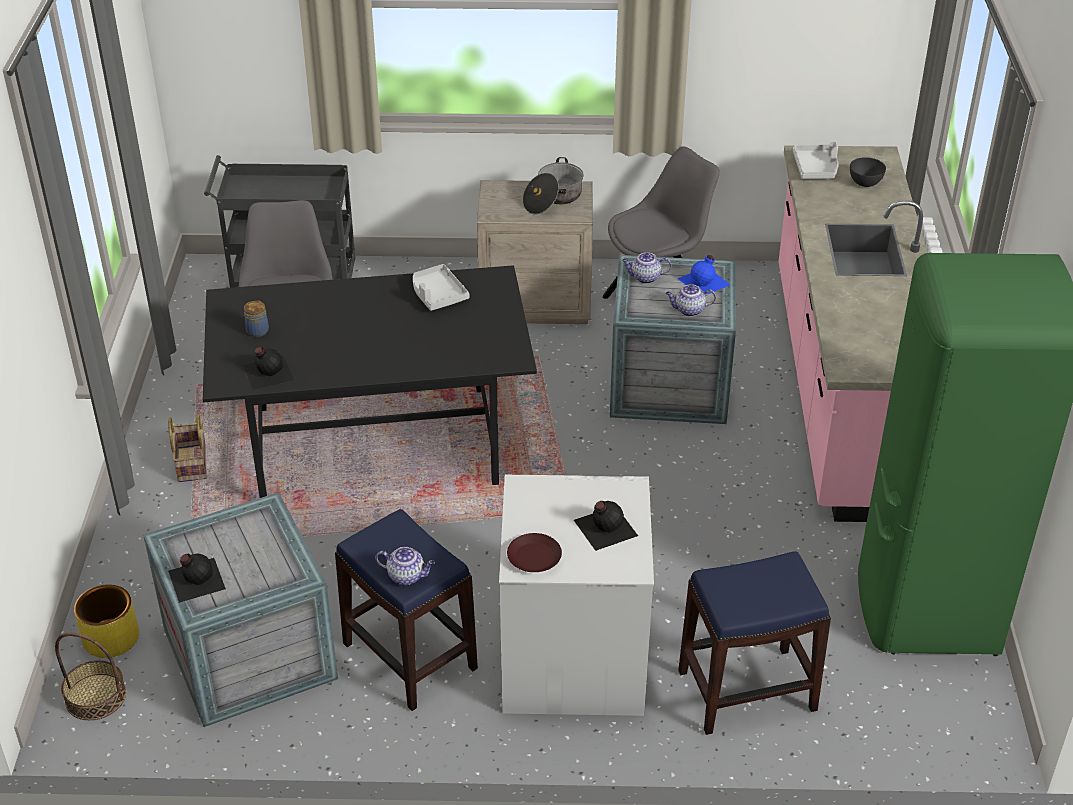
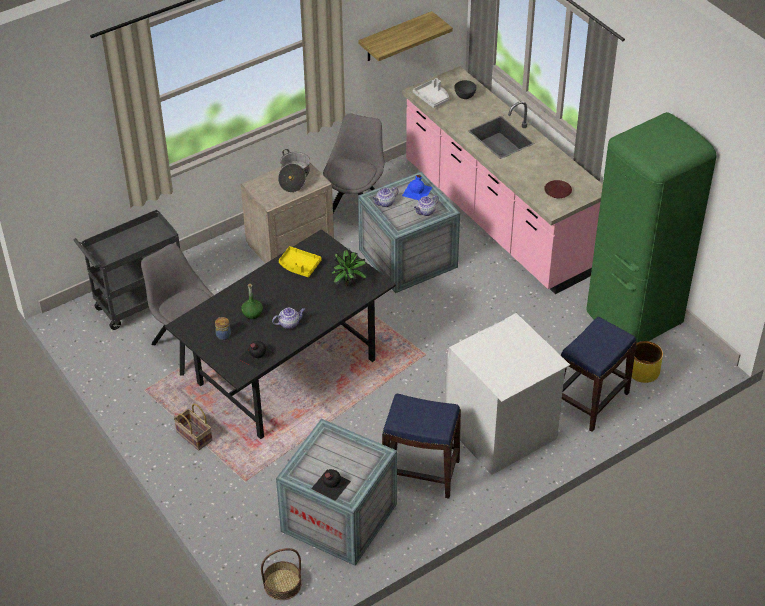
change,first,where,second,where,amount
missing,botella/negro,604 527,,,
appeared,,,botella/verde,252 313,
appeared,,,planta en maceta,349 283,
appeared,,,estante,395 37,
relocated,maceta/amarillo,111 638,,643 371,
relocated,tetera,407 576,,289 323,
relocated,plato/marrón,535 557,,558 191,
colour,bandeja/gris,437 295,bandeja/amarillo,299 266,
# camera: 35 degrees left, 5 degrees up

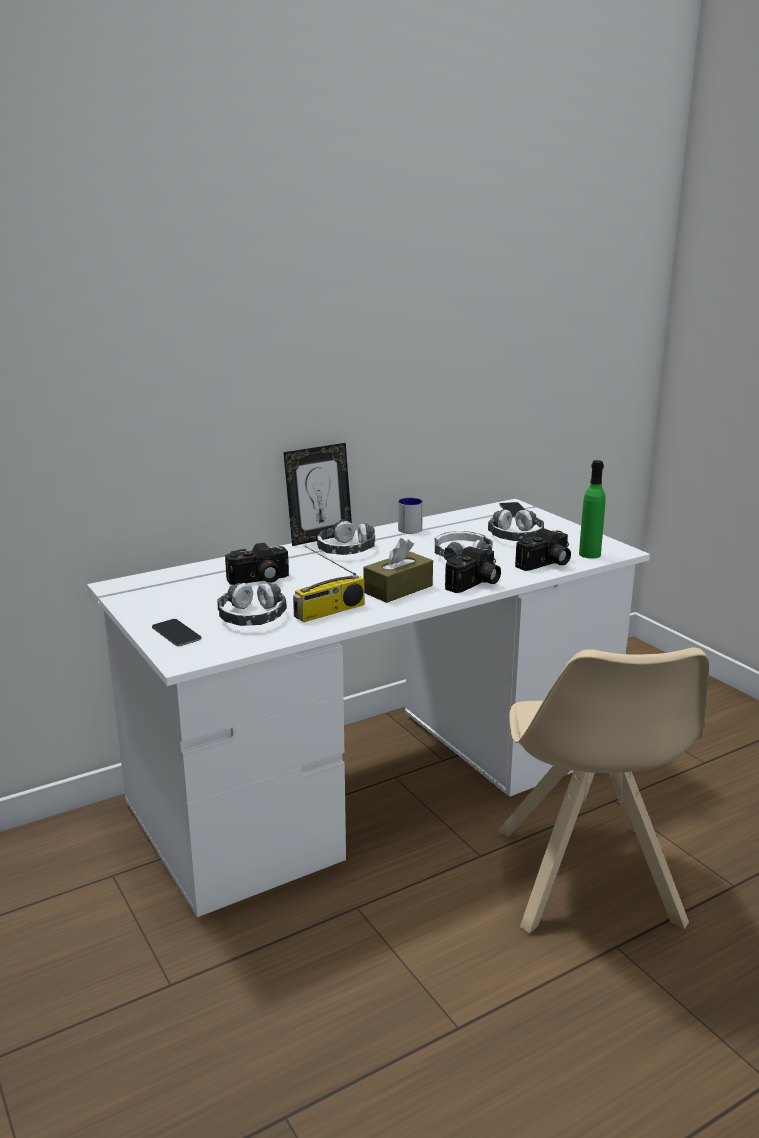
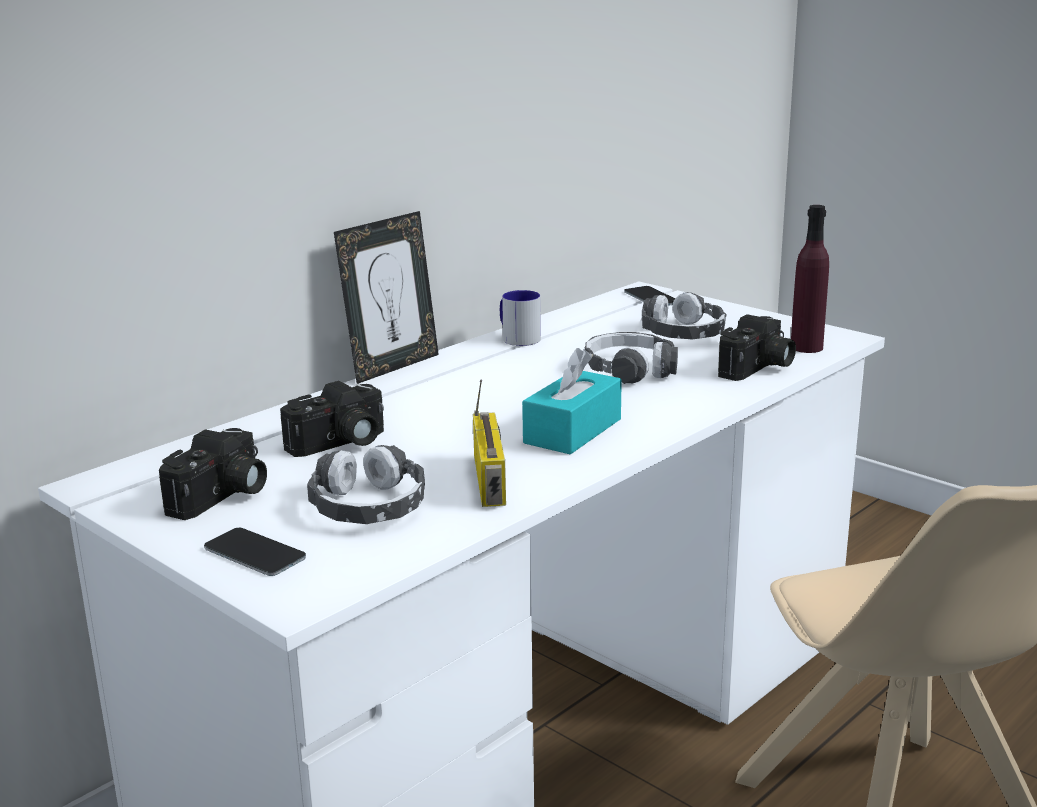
change,first,where,second,where,amount
missing,auriculares,346 549,,,
relocated,cámara,475 584,,222 497,
colour,caja de pañuelos/marrón,398 589,caja de pañuelos/turquesa,572 431,
colour,botella/verde,589 554,botella/morado,806 347,
spun,radio,329 612,,491 481,45 degrees counterclockwise
# camera: 15 degrees left, 0 degrees up

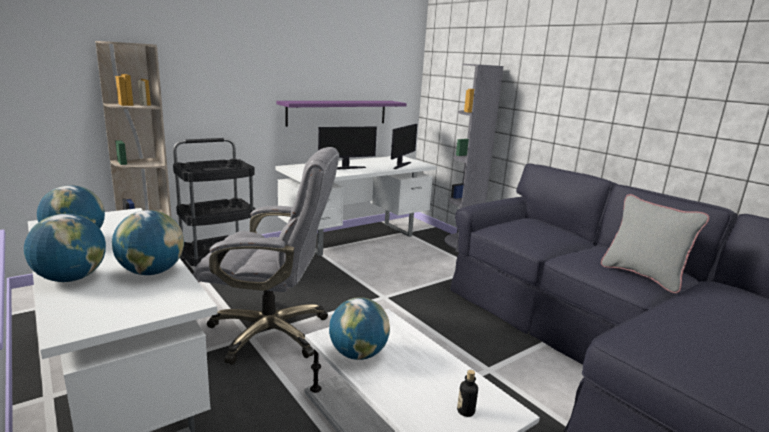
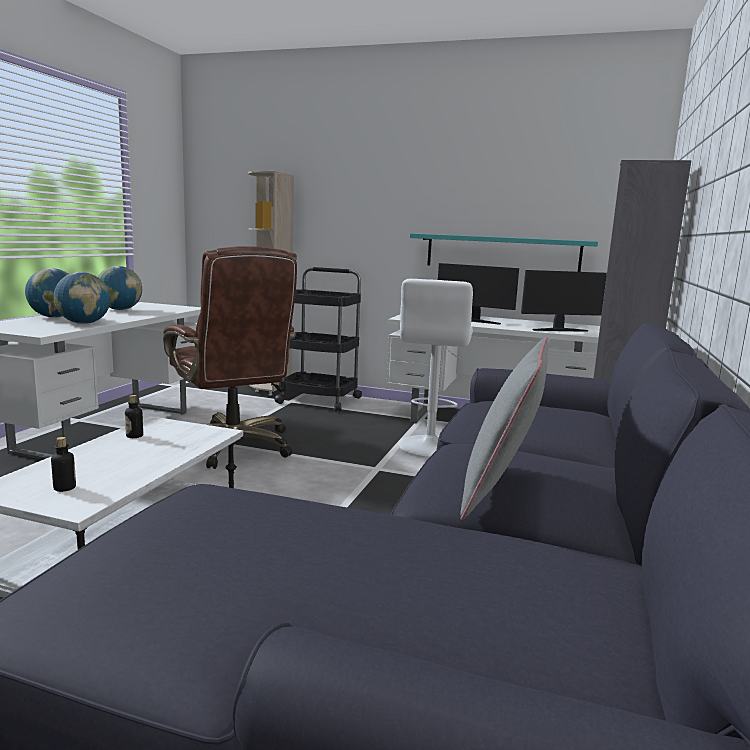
change,first,where,second,where,amount
appeared,,,taburete/blanco,429 446,
exchanged,globo terráqueo,358 354,botella,134 436,
colour,silla de oficina/gris,269 331,silla de oficina/marrón,233 445,
colour,estante/morado,338 112,estante/turquesa,502 253,
# camera: 55 degrees right, 5 degrees down

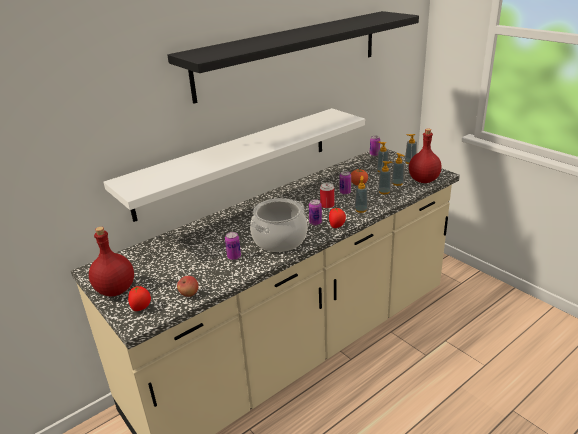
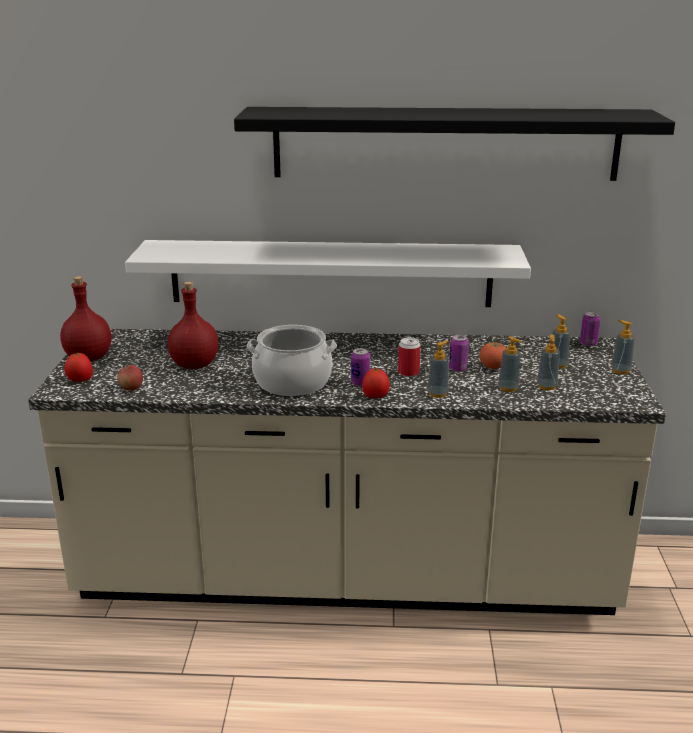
change,first,where,second,where,amount
missing,lata,234 257,,,
relocated,botella/rojo,423 180,,195 364,
# camera: 40 degrees right, 5 degrees down

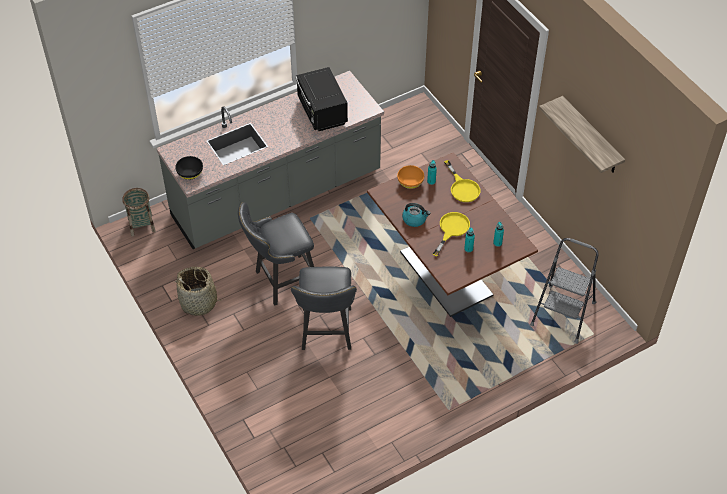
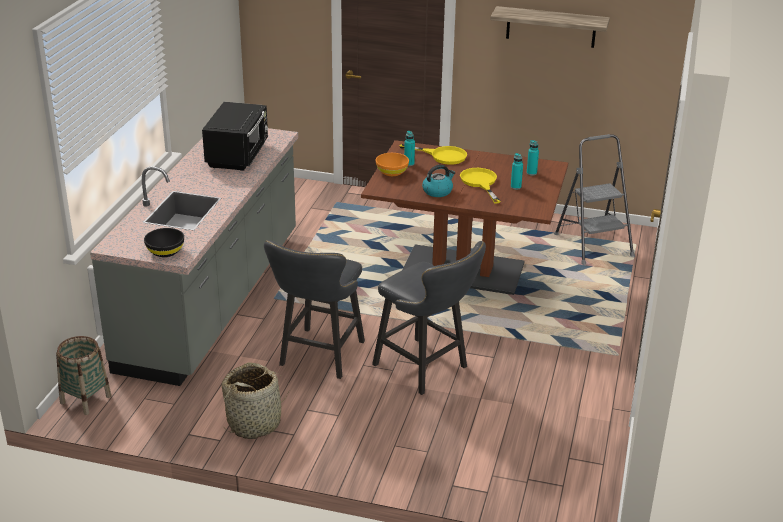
change,first,where,second,where,amount
spun,microondas/negro,322 112,,238 155,105 degrees counterclockwise
# camera: 45 degrees left, 20 degrees down

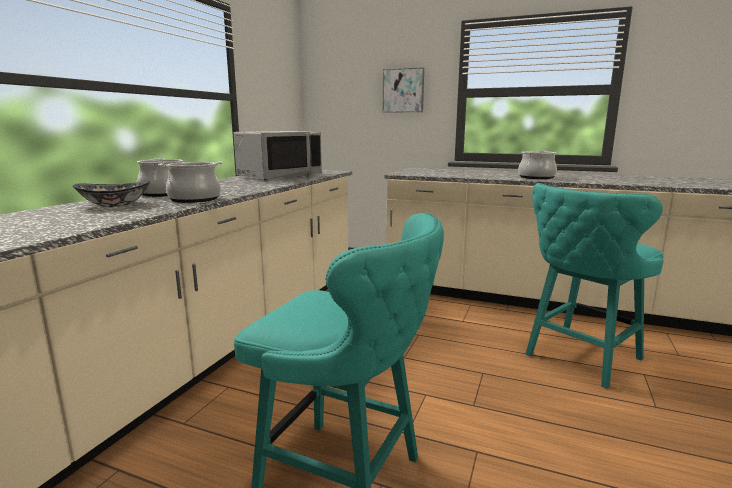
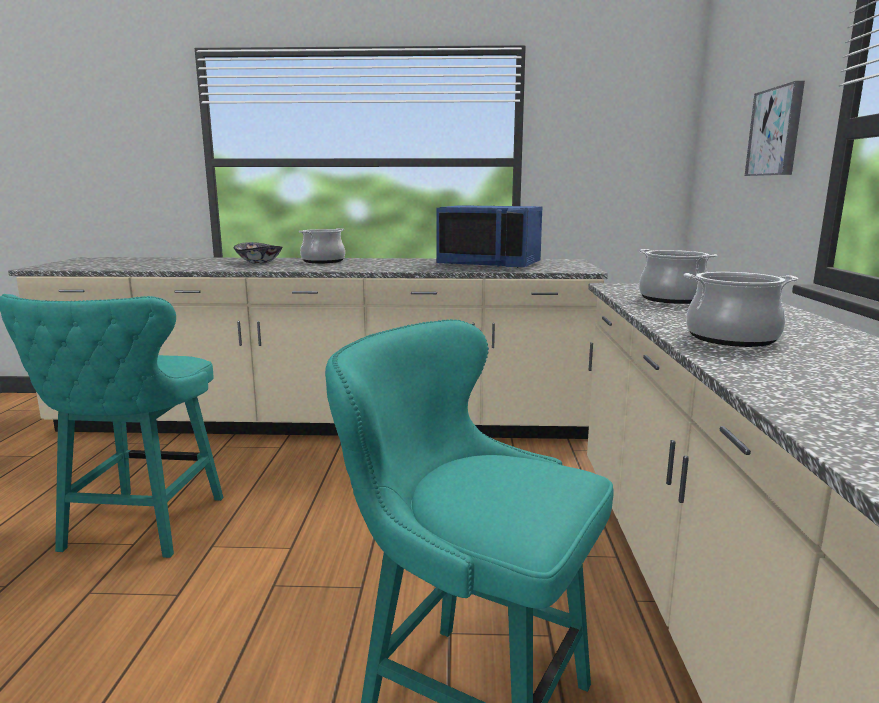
change,first,where,second,where,amount
relocated,olla,194 199,,672 299,
colour,microondas/gris,279 176,microondas/azul,490 264,
# camera: 70 degrees right, 0 degrees up

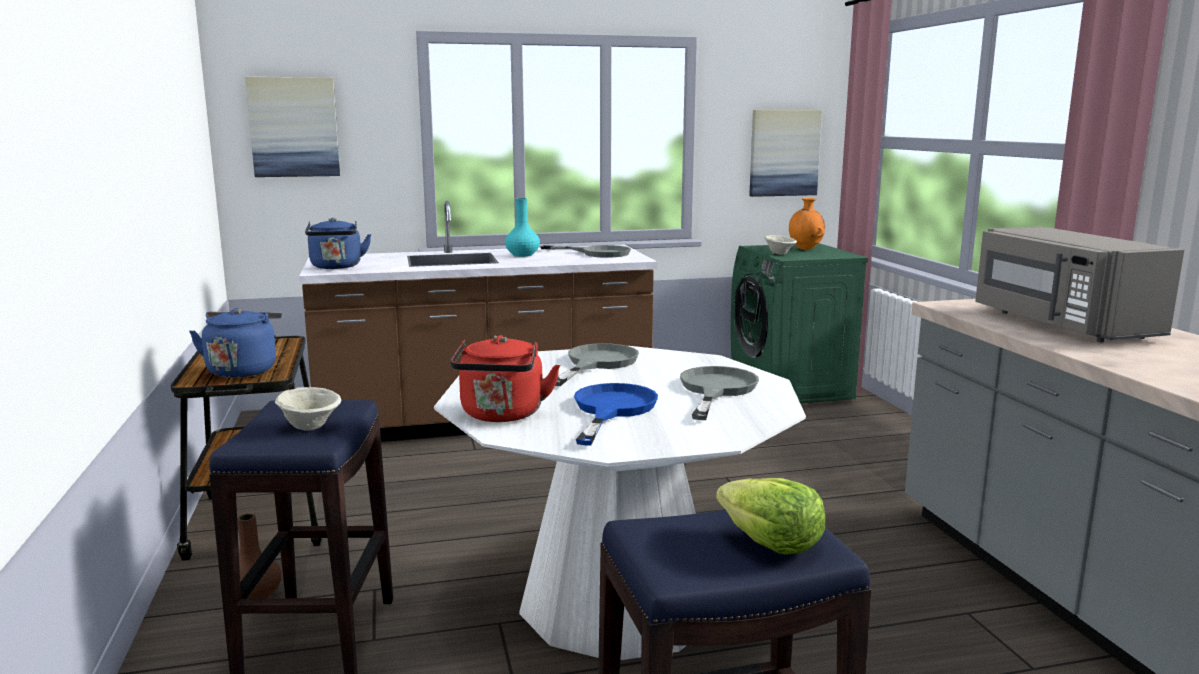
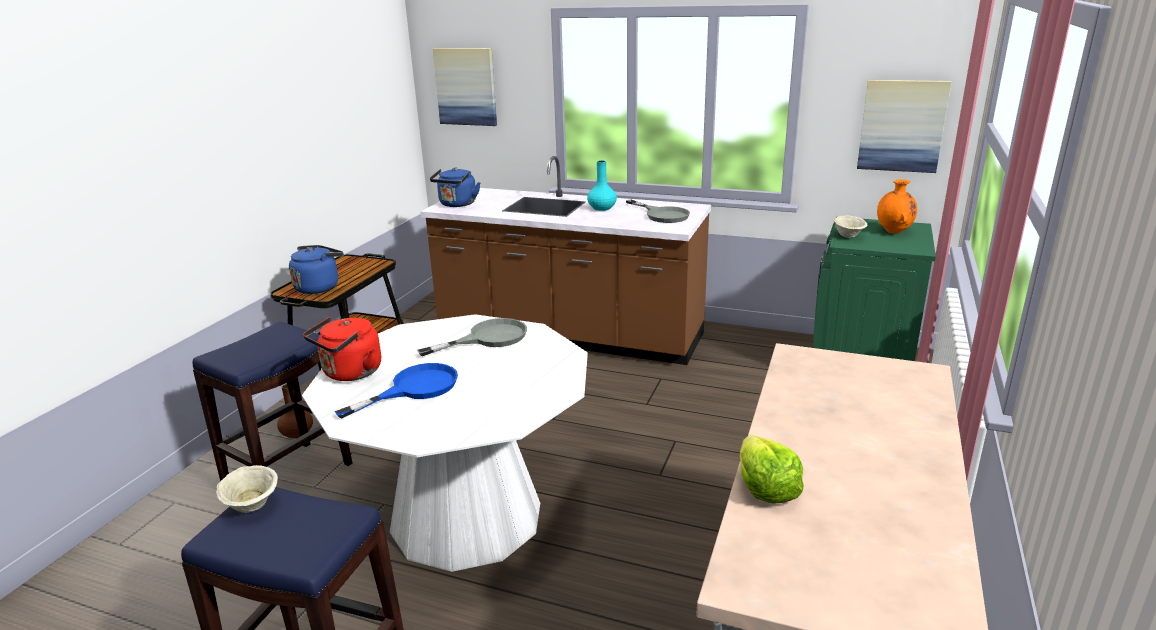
change,first,where,second,where,amount
missing,sartén/gris,716 390,,,
missing,microondas/gris,1060 324,,,
relocated,cuenco/beis,310 426,,253 505,
relocated,lechuga,770 543,,765 488,
# camera: 35 degrees right, 10 degrees up

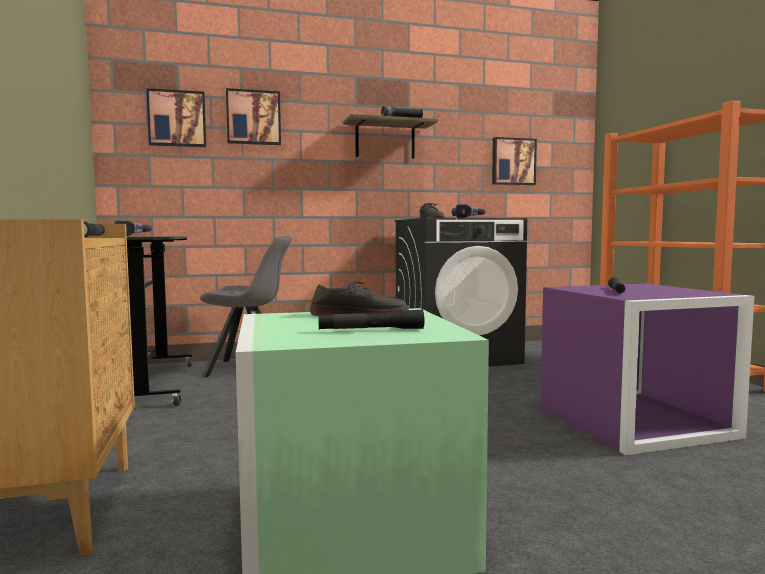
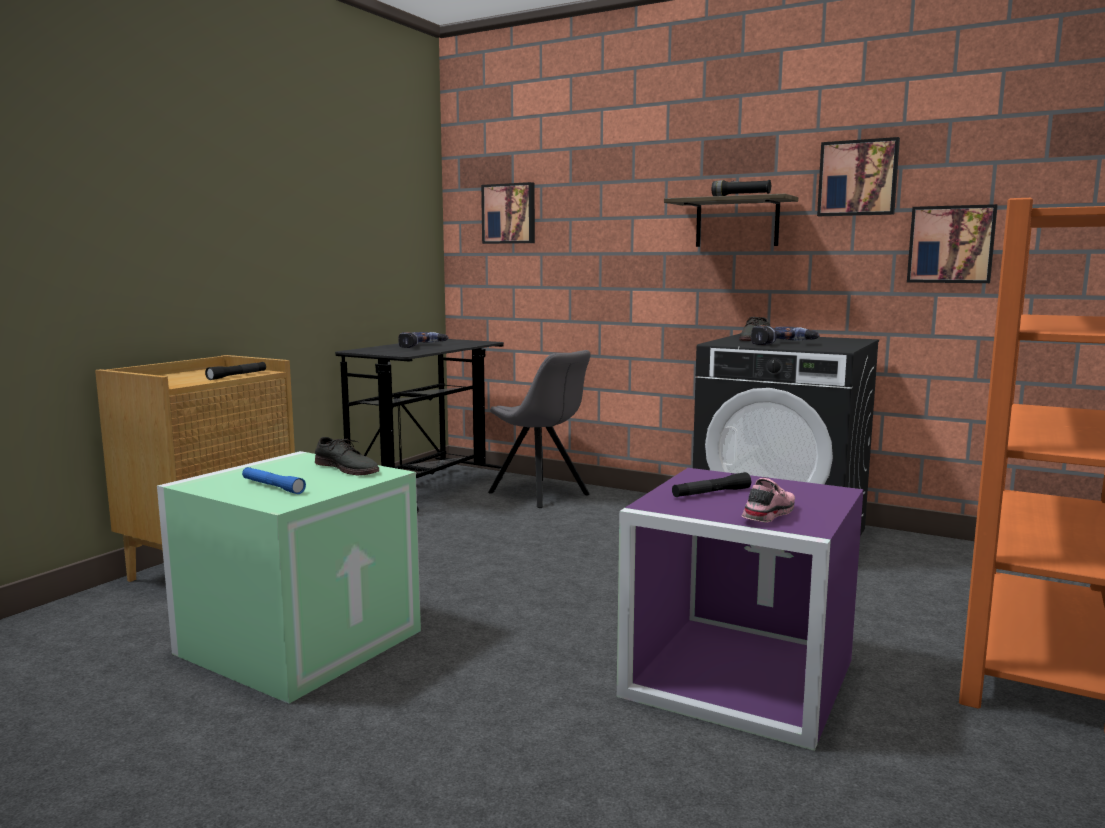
change,first,where,second,where,amount
appeared,,,zapato/rosa,766 514,
relocated,cuadro,253 118,,858 178,
colour,linterna/negro,371 330,linterna/azul,272 487,
# camera: 45 degrees right, 5 degrees up

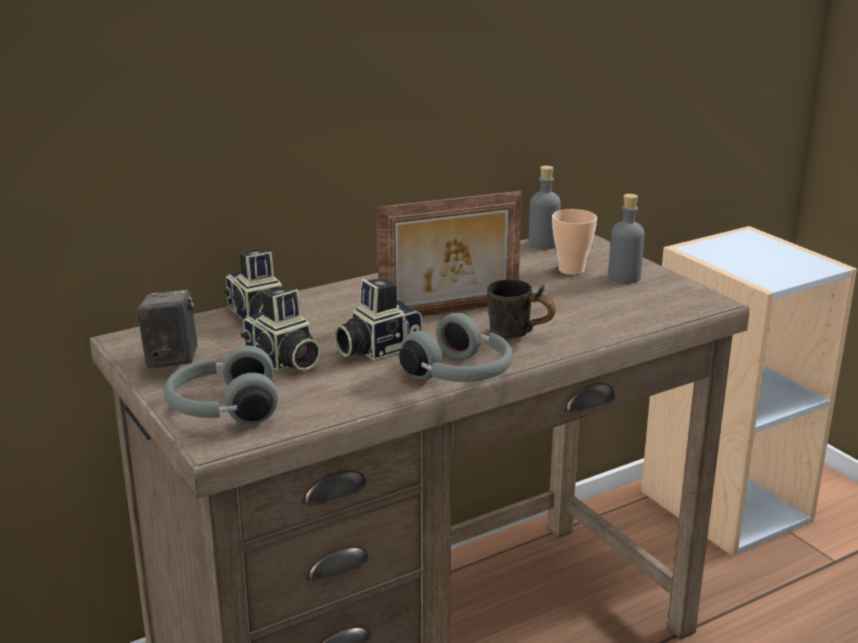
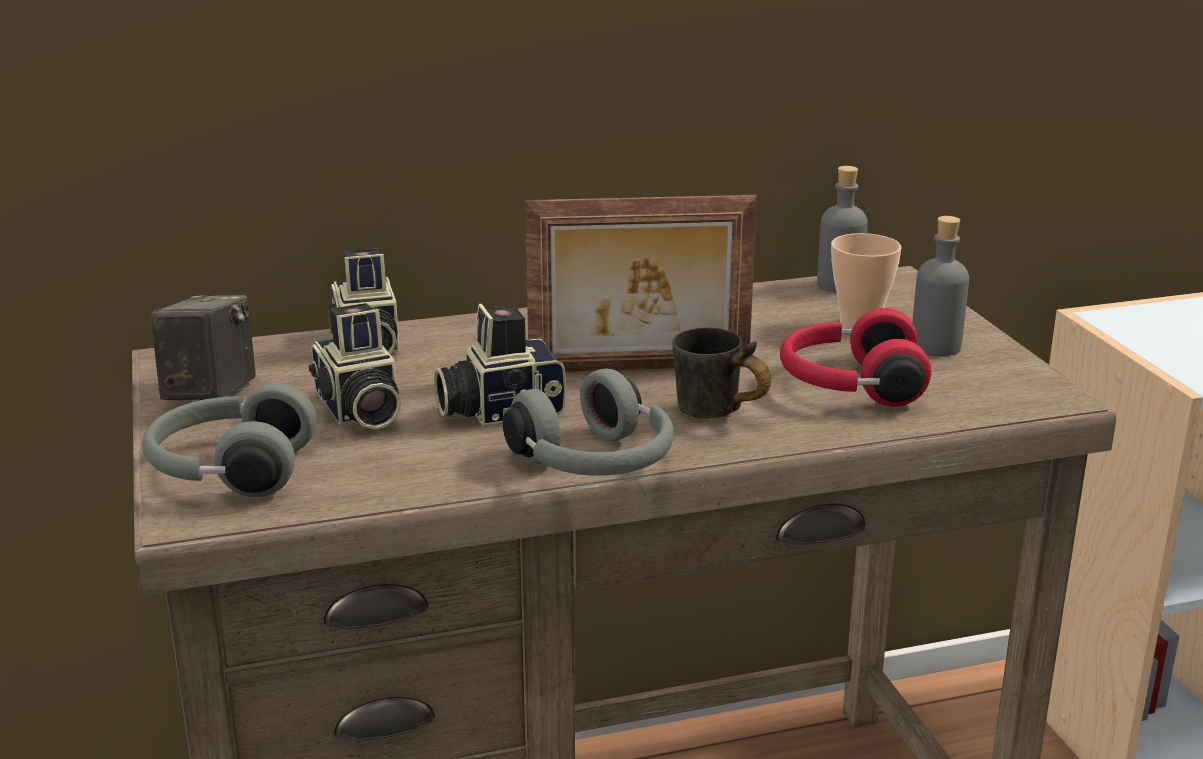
change,first,where,second,where,amount
appeared,,,auriculares/rojo,849 386,
# camera: 15 degrees right, 0 degrees up

